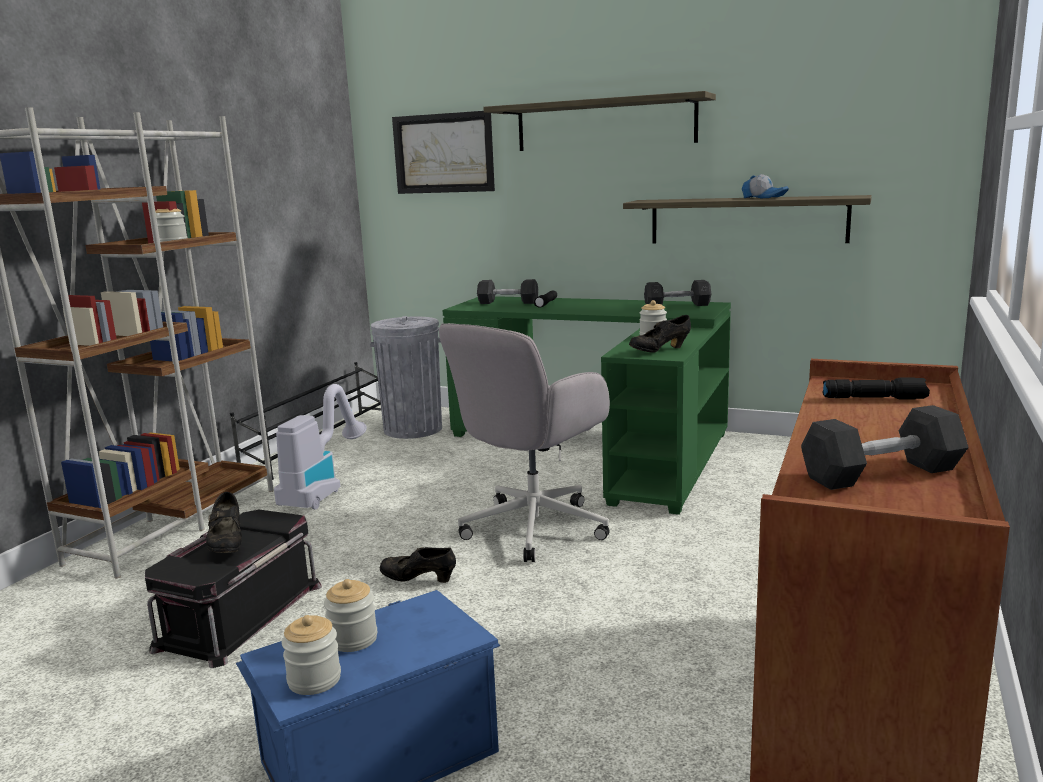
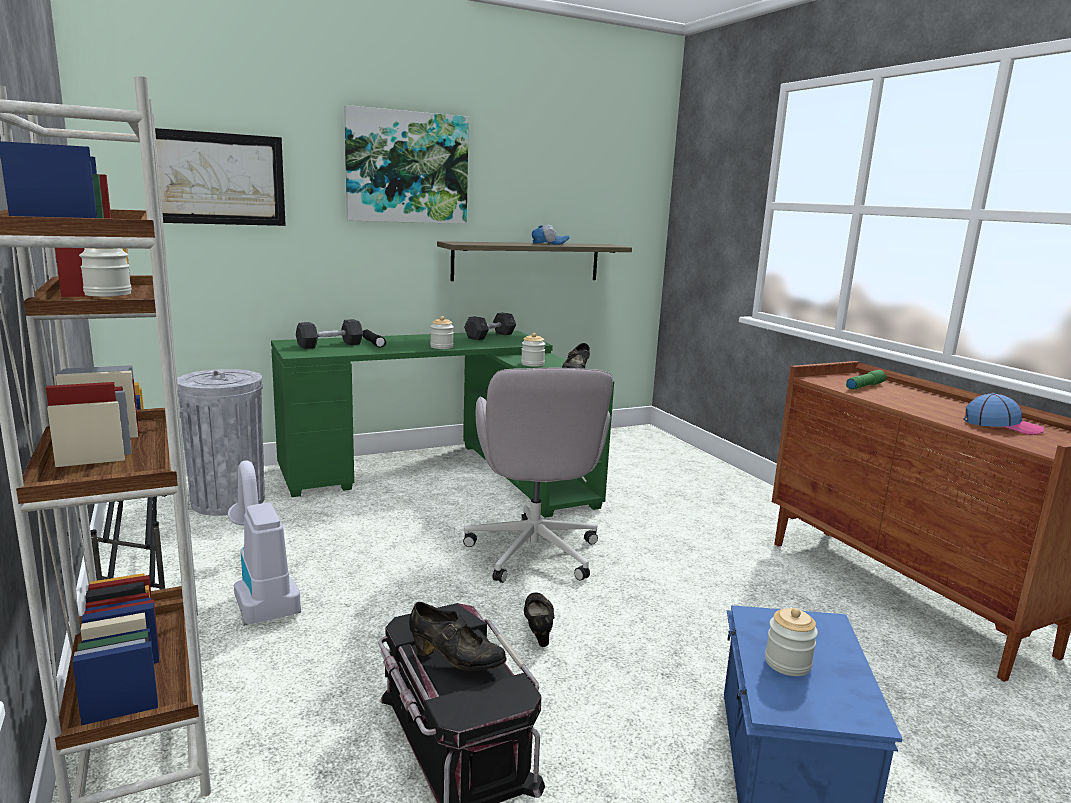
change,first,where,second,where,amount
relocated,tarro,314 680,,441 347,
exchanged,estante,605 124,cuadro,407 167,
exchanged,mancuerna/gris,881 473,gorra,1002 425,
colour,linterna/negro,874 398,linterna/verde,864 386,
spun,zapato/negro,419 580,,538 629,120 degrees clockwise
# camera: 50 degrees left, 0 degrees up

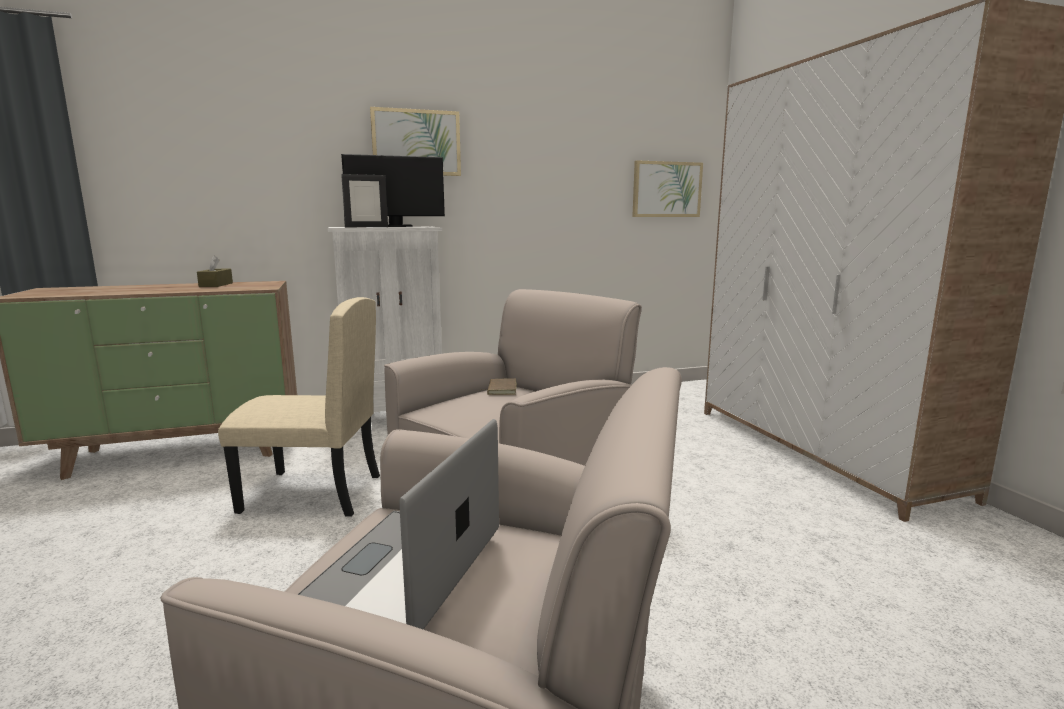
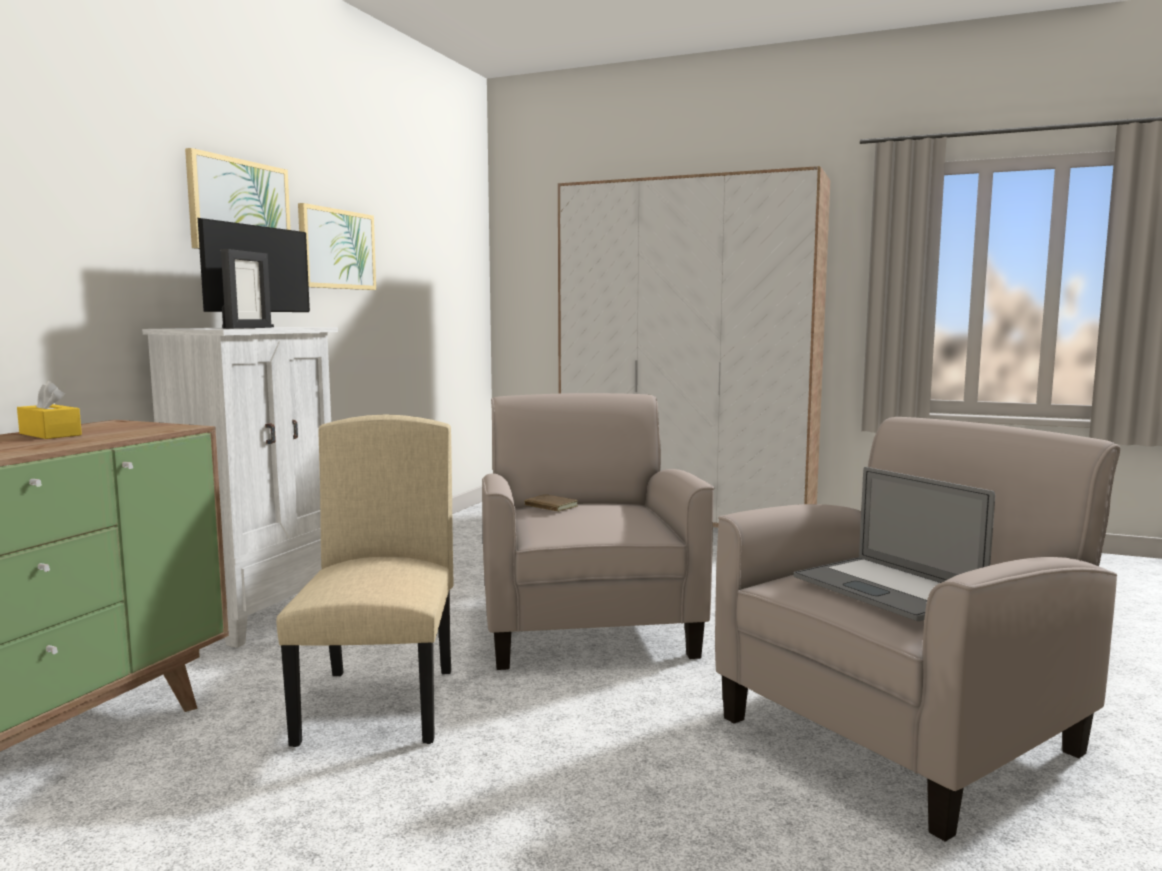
change,first,where,second,where,amount
relocated,cuadro,666 189,,337 249,
colour,caja de pañuelos/marrón,216 285,caja de pañuelos/amarillo,50 434,
spun,silla/beis,312 494,,380 705,45 degrees counterclockwise
# camera: 50 degrees left, 5 degrees down

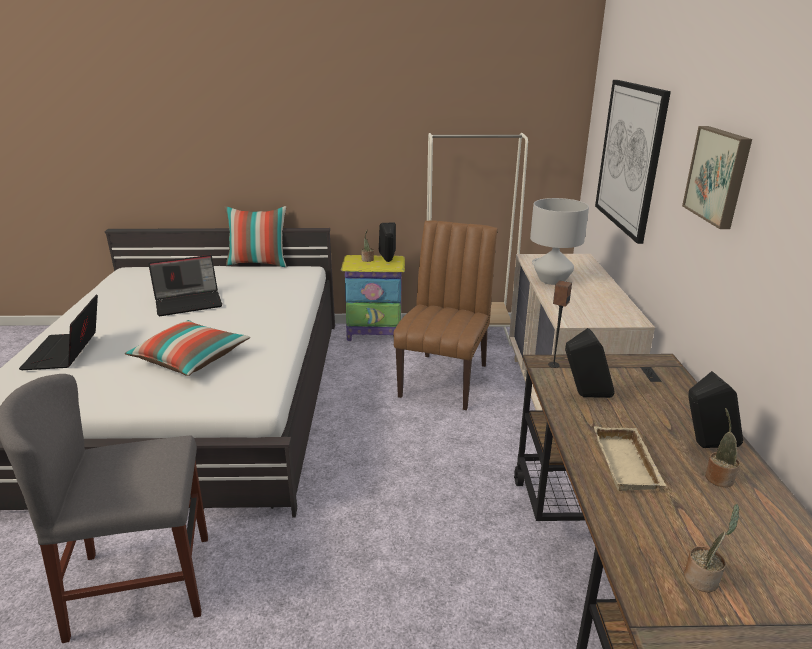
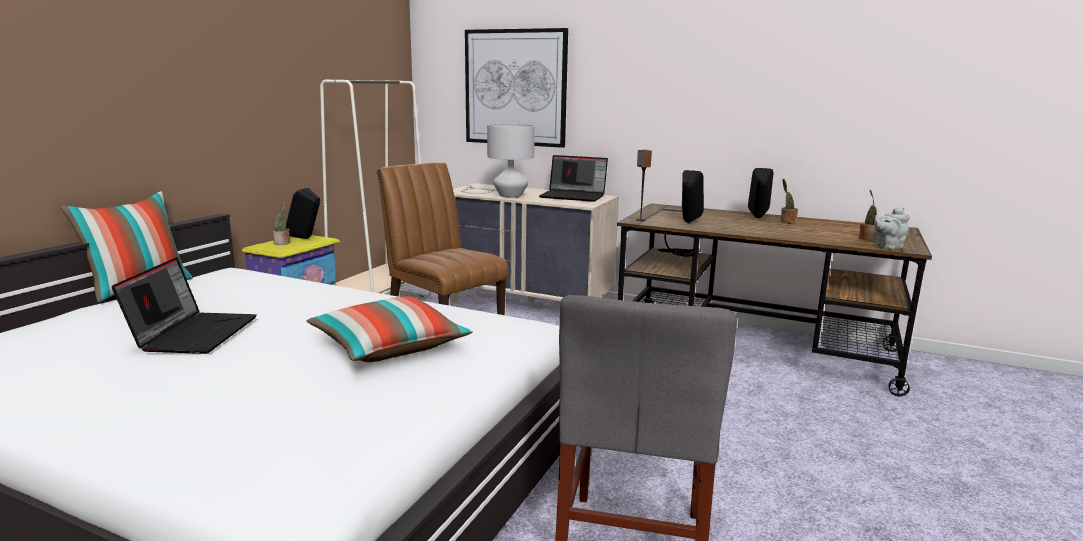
change,first,where,second,where,amount
missing,bandeja/beis,628 464,,,
missing,cuadro,719 175,,,
appeared,,,tetera/gris,887 247,
relocated,portátil,66 352,,574 196,
# camera: 65 degrees left, 10 degrees down

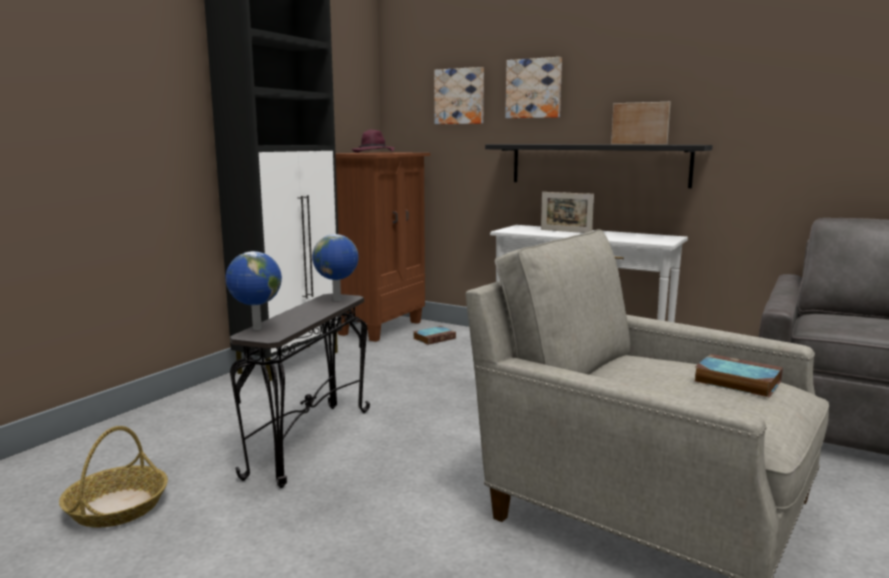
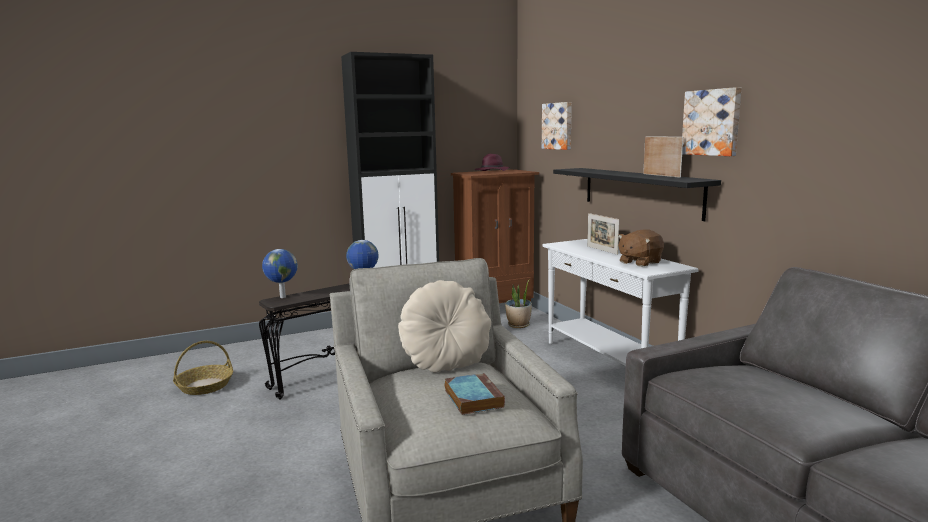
change,first,where,second,where,amount
appeared,,,cojín/beis,446 365,
appeared,,,peluche/marrón,639 262,
relocated,cuadro,534 88,,712 122,
exchanged,libro,434 338,planta en maceta,518 325,
# camera: 35 degrees right, 0 degrees up

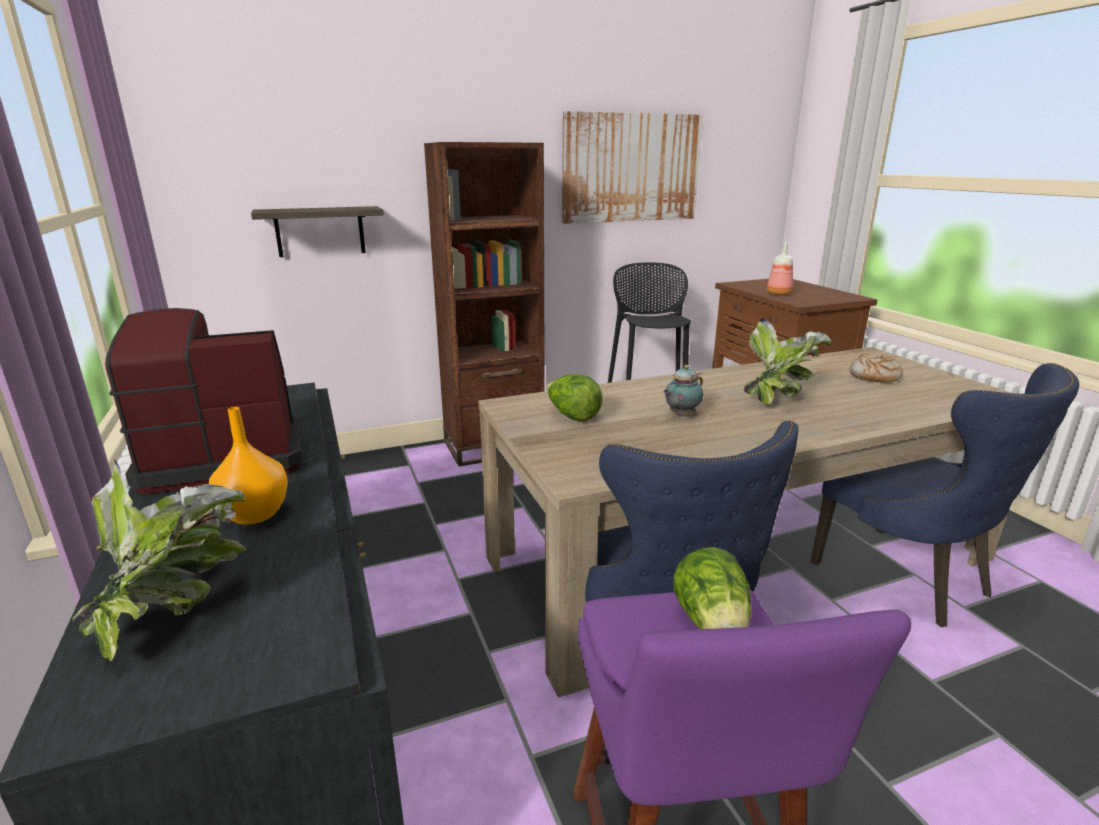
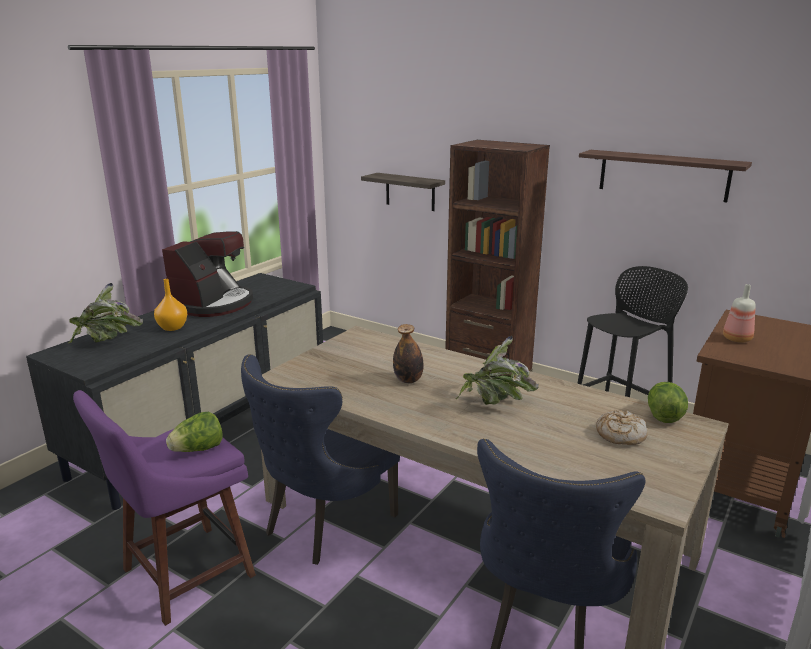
change,first,where,second,where,amount
relocated,lechuga,572 416,,664 416,
exchanged,cuadro,631 168,estante,663 175,
exchanged,tetera,680 415,botella,408 380,
spun,cafetera,224 457,,213 304,75 degrees clockwise
# camera: 55 degrees right, 0 degrees up

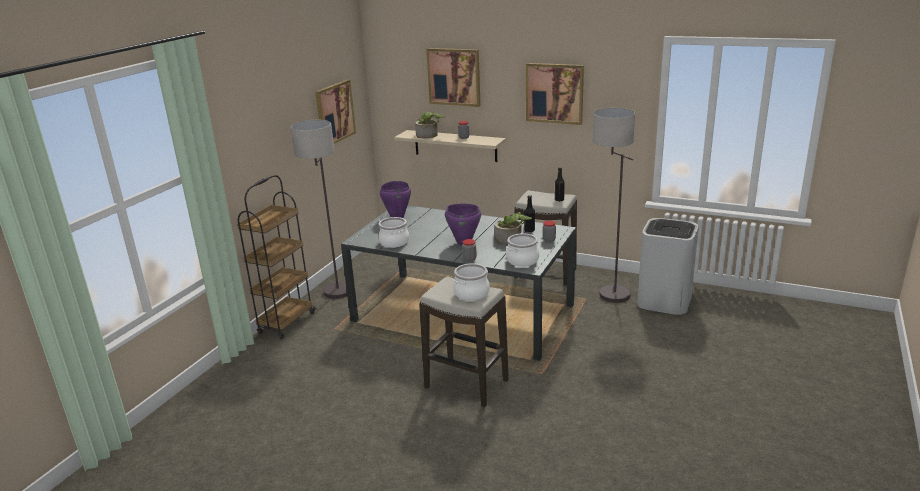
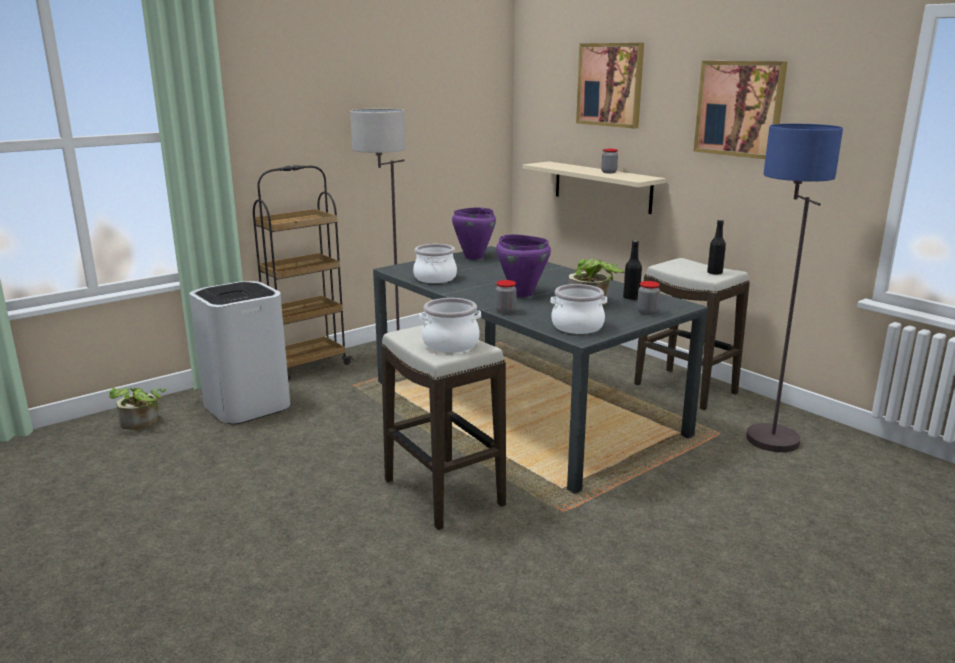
change,first,where,second,where,amount
missing,cuadro,334 113,,,
relocated,planta en maceta,429 135,,141 423,
relocated,papelera/blanco,664 301,,247 406,
colour,lámpara de pie/gris,608 291,lámpara de pie/azul,766 433,
# camera: 25 degrees right, 5 degrees down

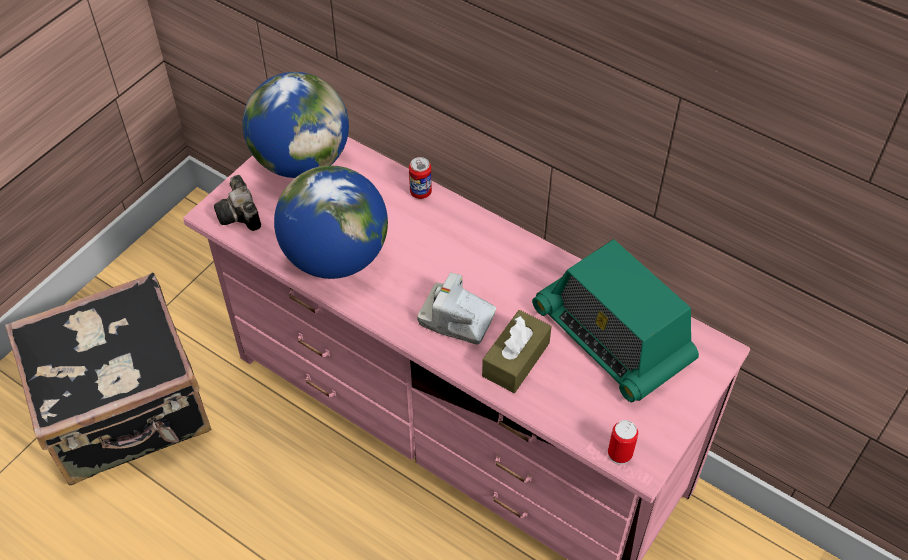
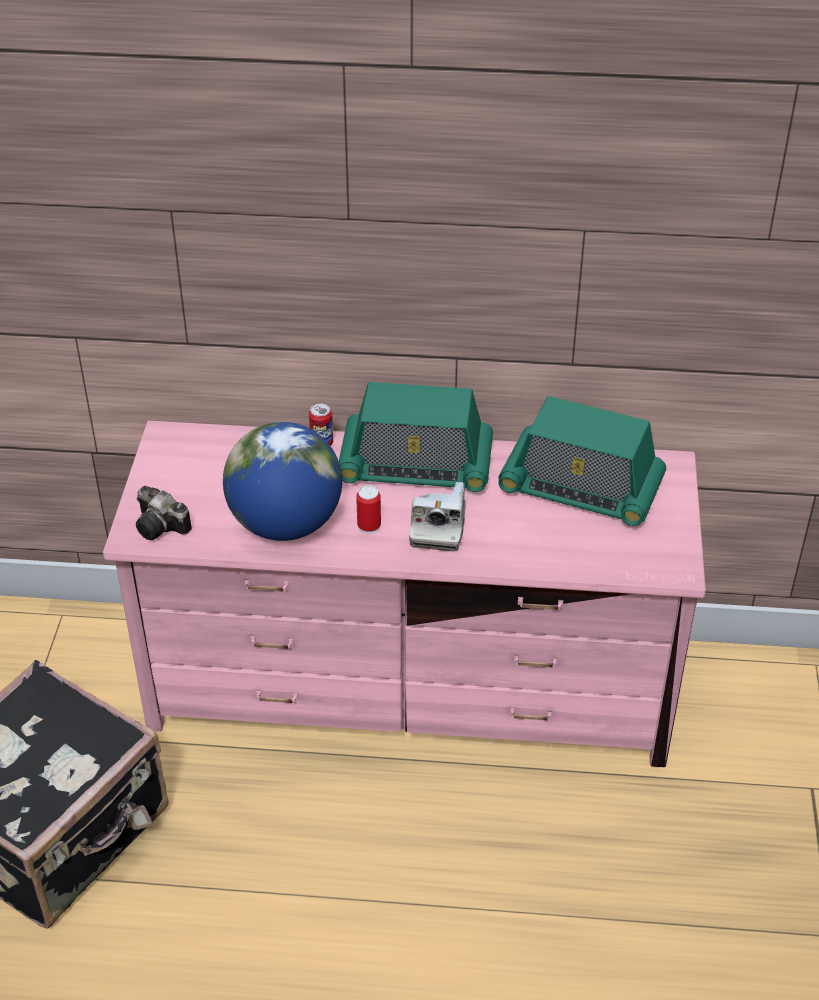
change,first,where,second,where,amount
missing,globo terráqueo,301 161,,,
missing,caja de pañuelos/marrón,516 359,,,
appeared,,,radio,415 465,
relocated,lata,619 454,,369 526,
spun,cámara,457 319,,438 528,75 degrees counterclockwise
# camera: 30 degrees left, 10 degrees down

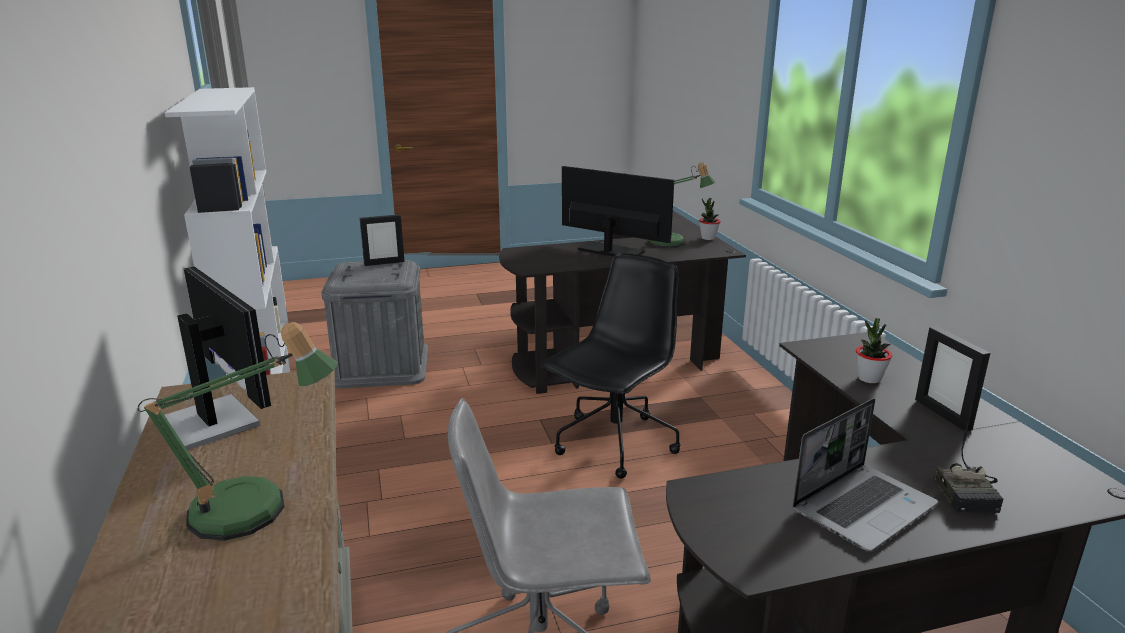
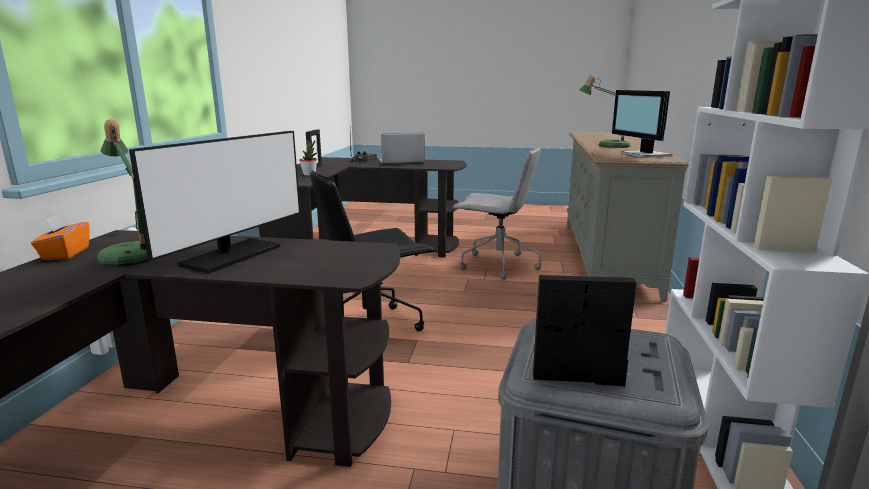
change,first,where,second,where,amount
exchanged,planta en maceta,708 238,caja de pañuelos/naranja,65 254,
spun,monitor,610 251,,231 256,120 degrees counterclockwise
# camera: 155 degrees left, 5 degrees down

